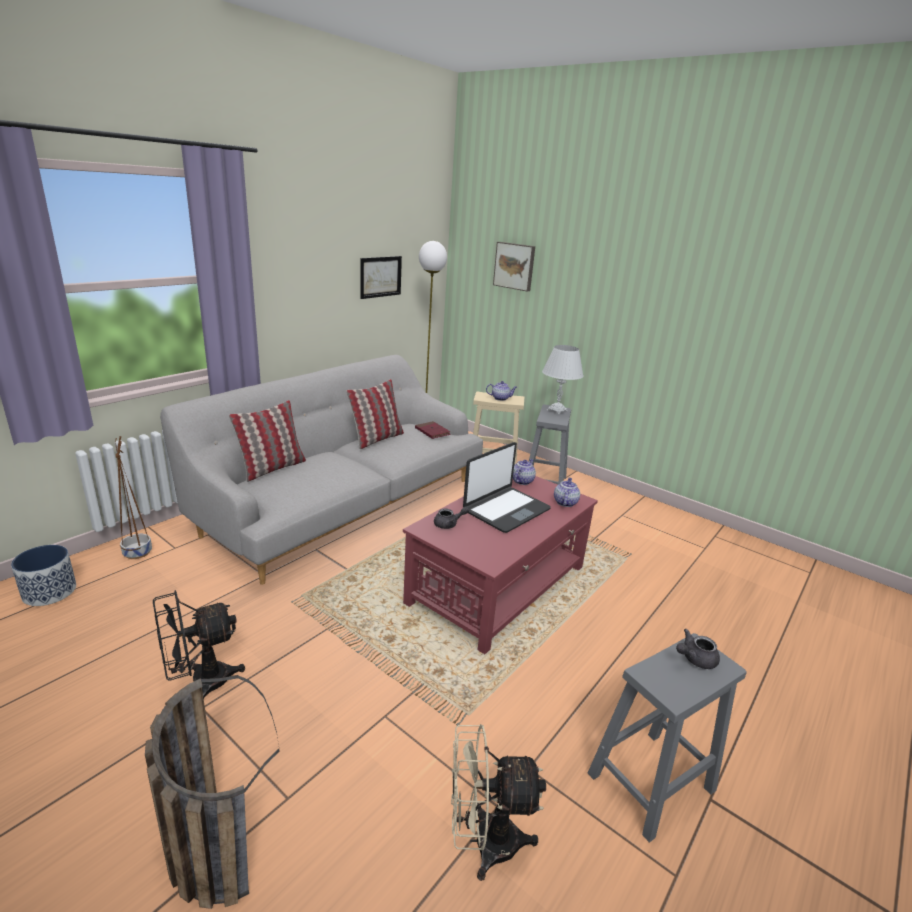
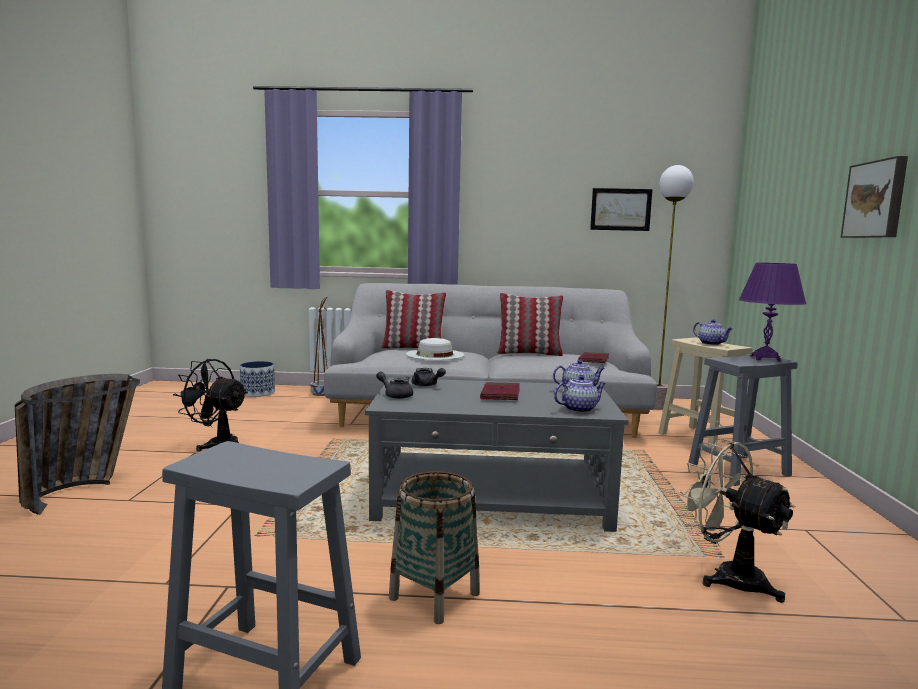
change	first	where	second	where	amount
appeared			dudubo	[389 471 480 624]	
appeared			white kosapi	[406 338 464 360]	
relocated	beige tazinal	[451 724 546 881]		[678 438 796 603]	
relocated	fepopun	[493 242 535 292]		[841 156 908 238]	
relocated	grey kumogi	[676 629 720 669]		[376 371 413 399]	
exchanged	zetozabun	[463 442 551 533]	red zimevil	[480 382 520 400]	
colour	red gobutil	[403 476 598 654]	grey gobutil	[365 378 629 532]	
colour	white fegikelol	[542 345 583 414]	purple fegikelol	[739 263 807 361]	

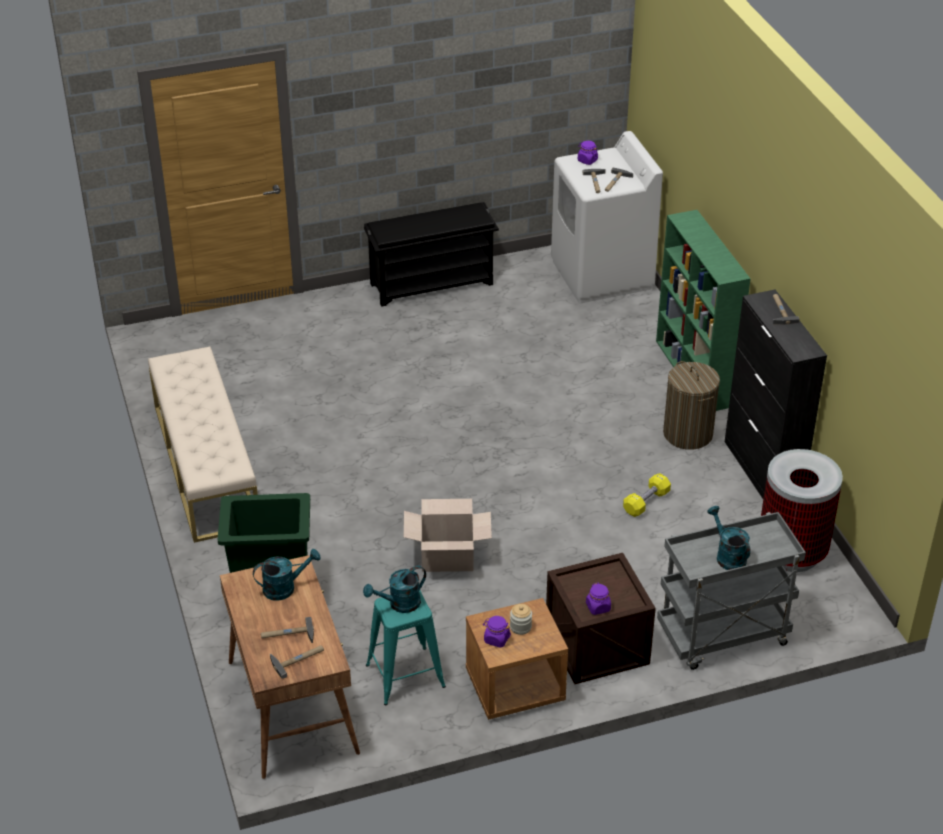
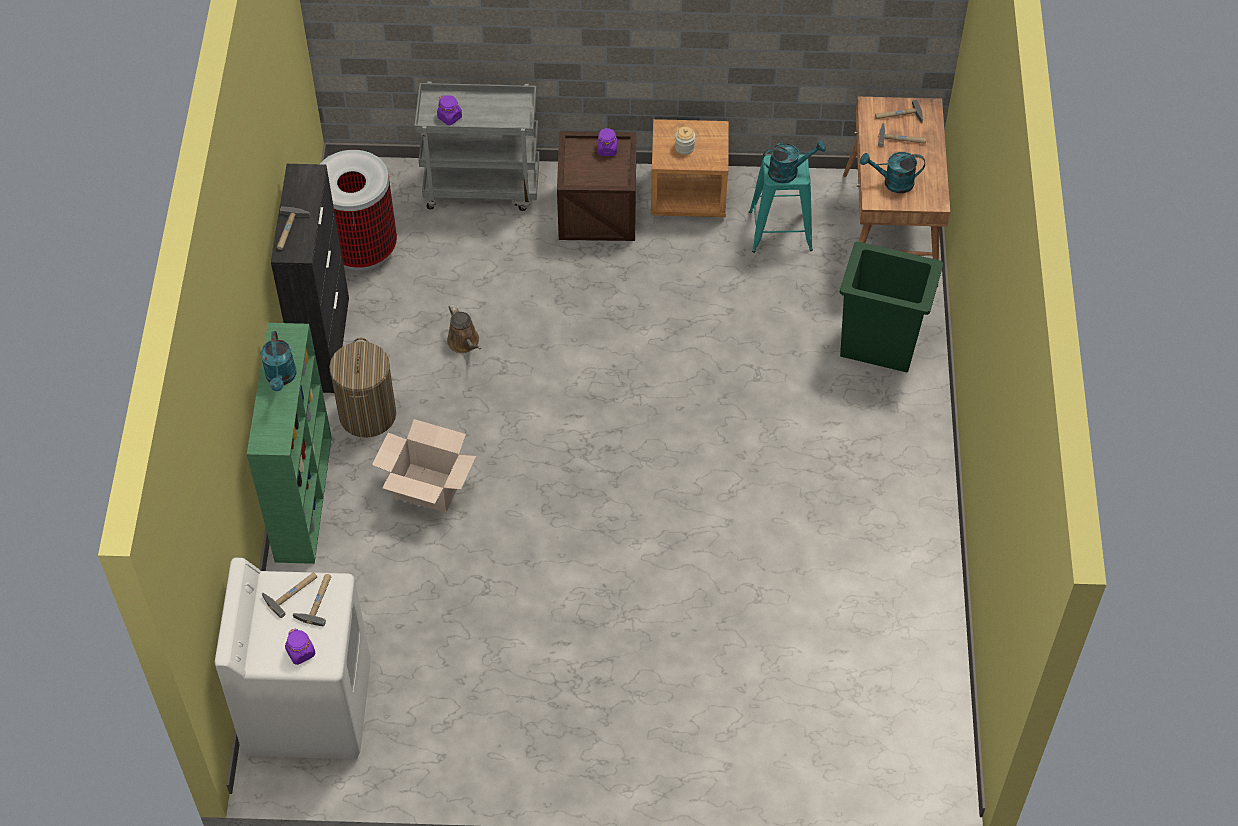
change	first	where	second	where	amount
missing	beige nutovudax	[148 347 258 543]			
missing	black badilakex	[364 202 499 307]			
relocated	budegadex	[404 499 492 572]		[372 419 476 513]	
relocated	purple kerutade	[484 616 511 648]		[437 95 462 125]	
relocated	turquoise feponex	[708 506 750 570]		[261 331 296 391]	
exchanged	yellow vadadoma	[623 473 671 517]	brown feponex	[447 304 481 353]	

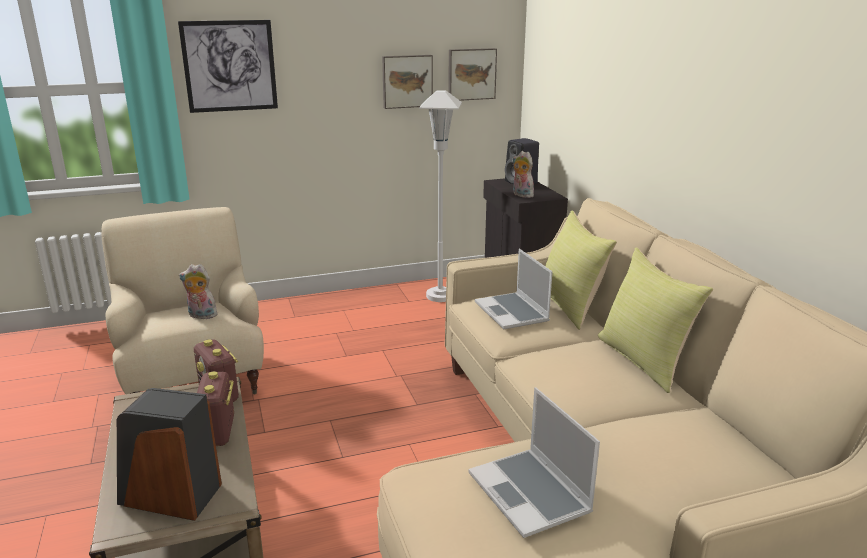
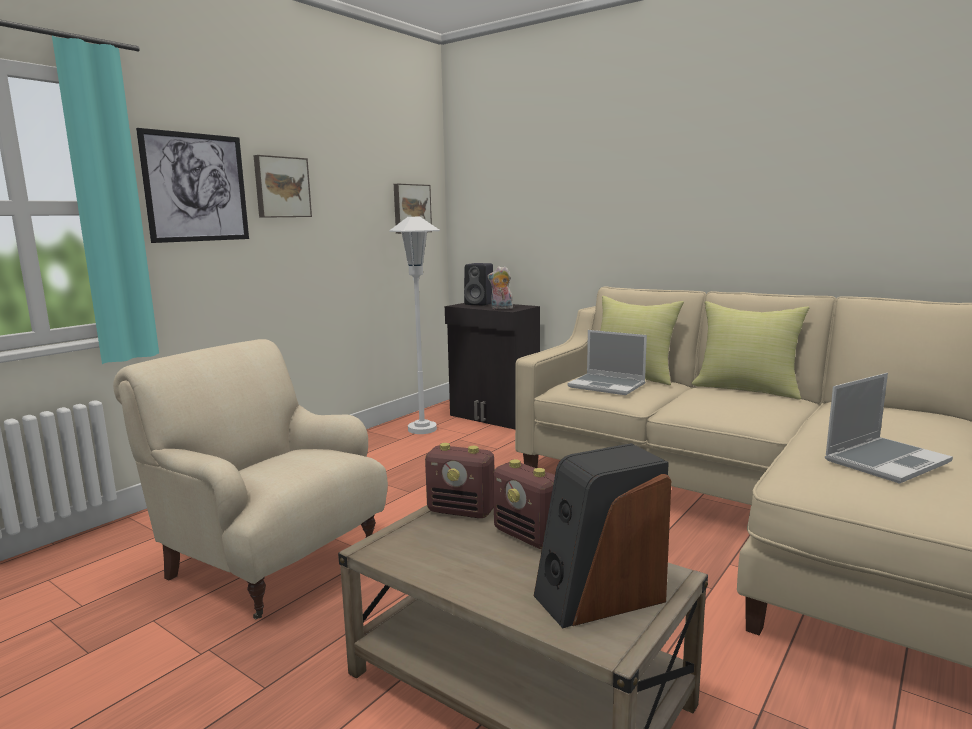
change	first	where	second	where	amount
missing	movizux	[179 264 218 319]			
relocated	fepopun	[382 55 433 109]		[253 155 312 218]	
spun	zetozabun	[468 387 600 538]		[825 373 953 484]	60 degrees counterclockwise

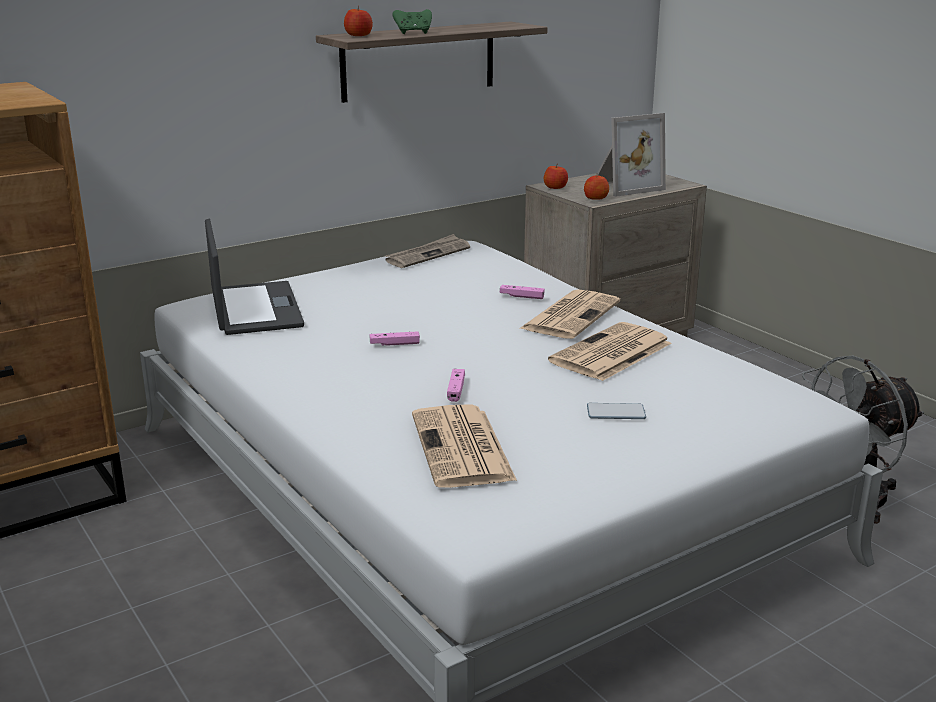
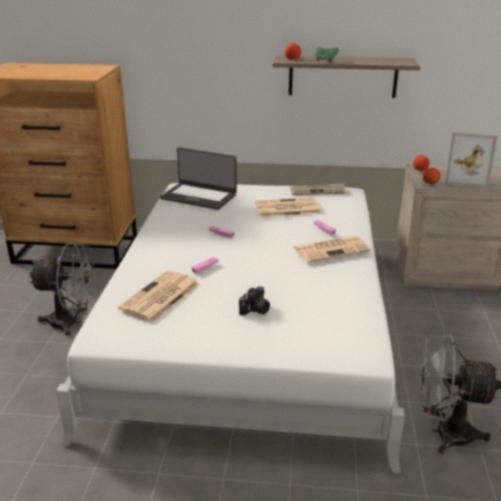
change	first	where	second	where	amount
appeared			grey tazinal	[29 242 96 336]	
relocated	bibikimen	[548 322 672 381]		[255 198 321 217]	
exchanged	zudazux	[587 403 646 419]	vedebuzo	[239 286 270 316]	
spun	zetozabun	[205 219 304 335]		[160 147 237 210]	90 degrees clockwise

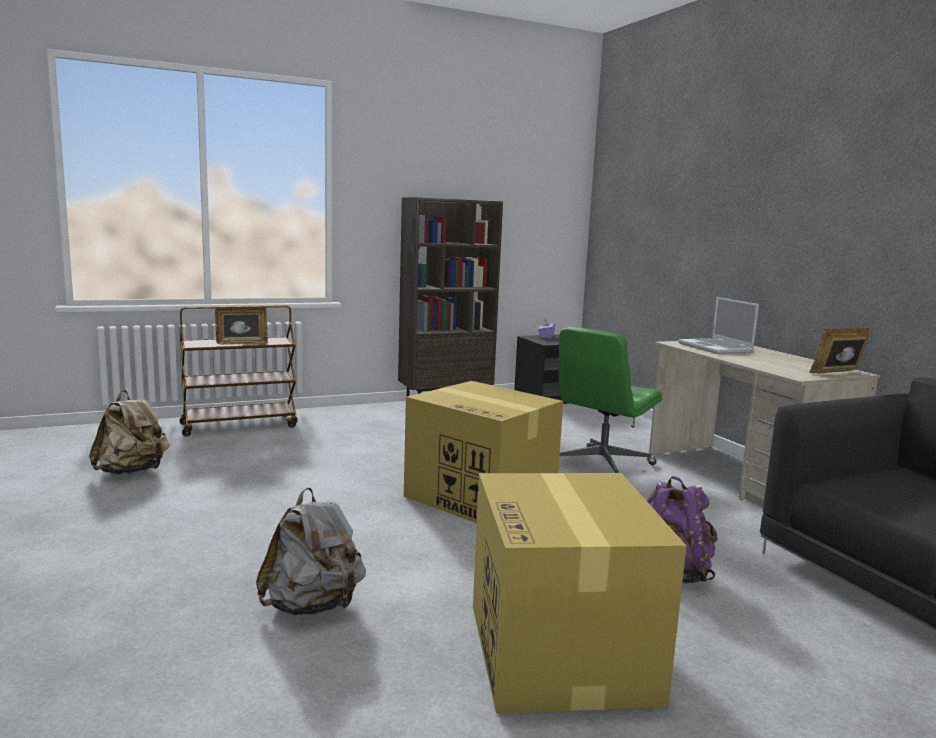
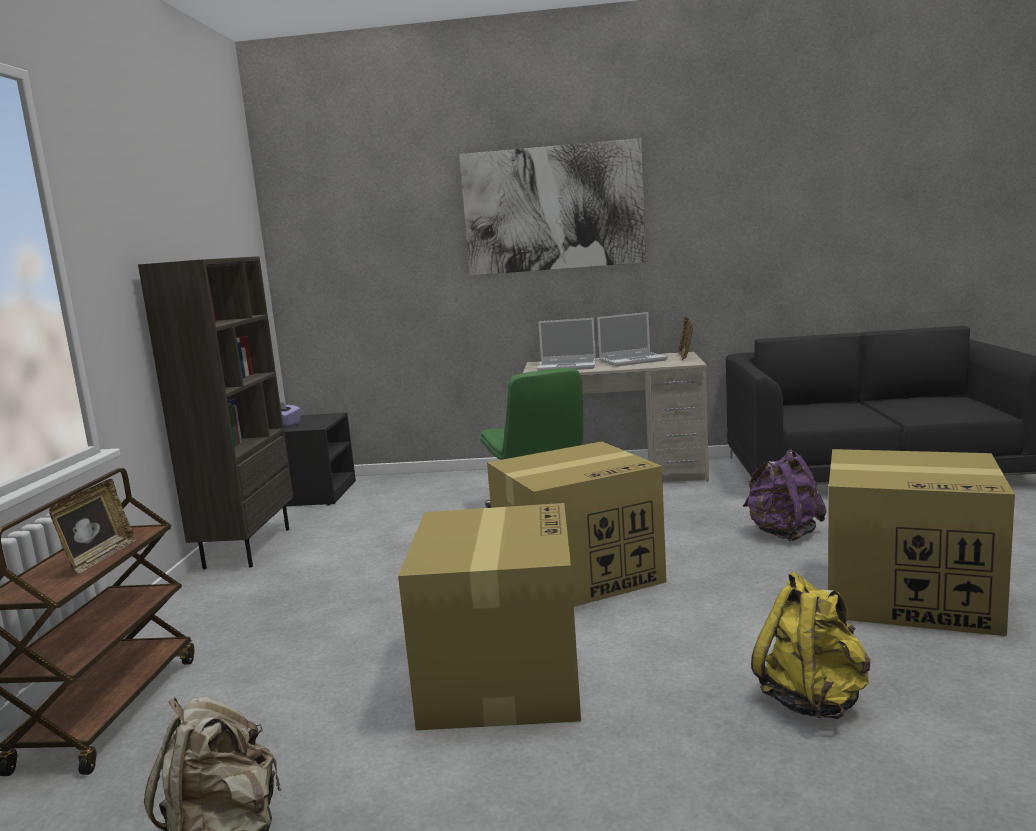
change	first	where	second	where	amount
appeared			budegadex	[398 503 581 731]	
appeared			fepopun	[459 138 646 275]	
appeared			zetozabun	[597 312 668 366]	
colour	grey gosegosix	[256 488 366 615]	yellow gosegosix	[751 571 871 719]	

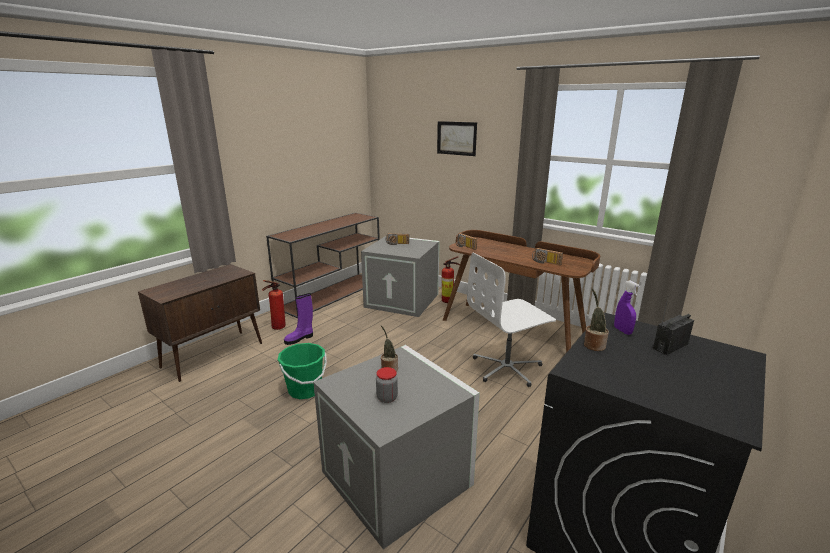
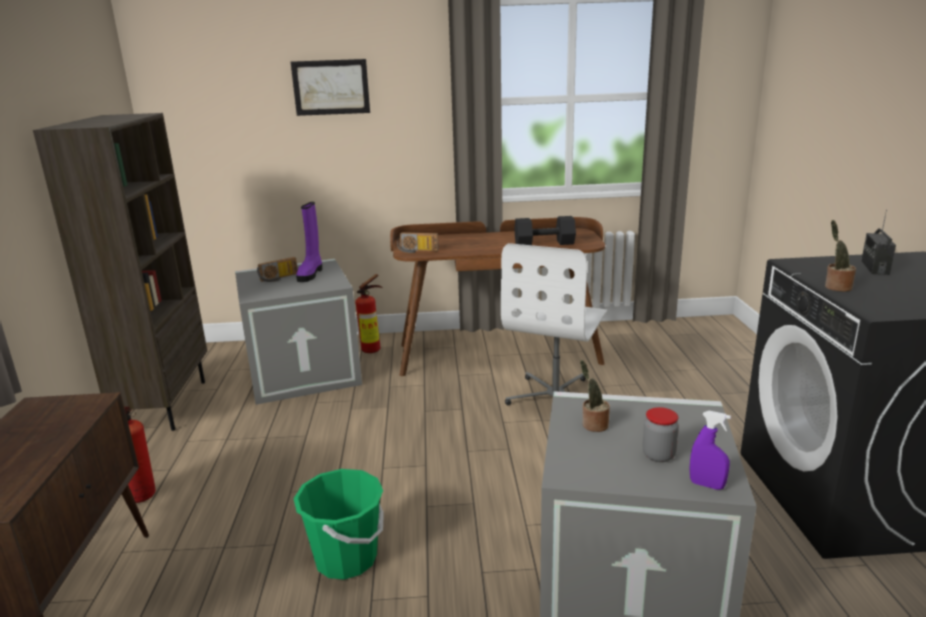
change	first	where	second	where	amount
relocated	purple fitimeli	[284 293 313 345]		[296 202 322 282]	
relocated	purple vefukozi	[614 280 640 335]		[690 411 731 490]	
exchanged	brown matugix	[266 213 380 318]	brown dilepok	[33 113 207 431]	
exchanged	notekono	[532 248 563 265]	black vadadoma	[514 216 576 245]	

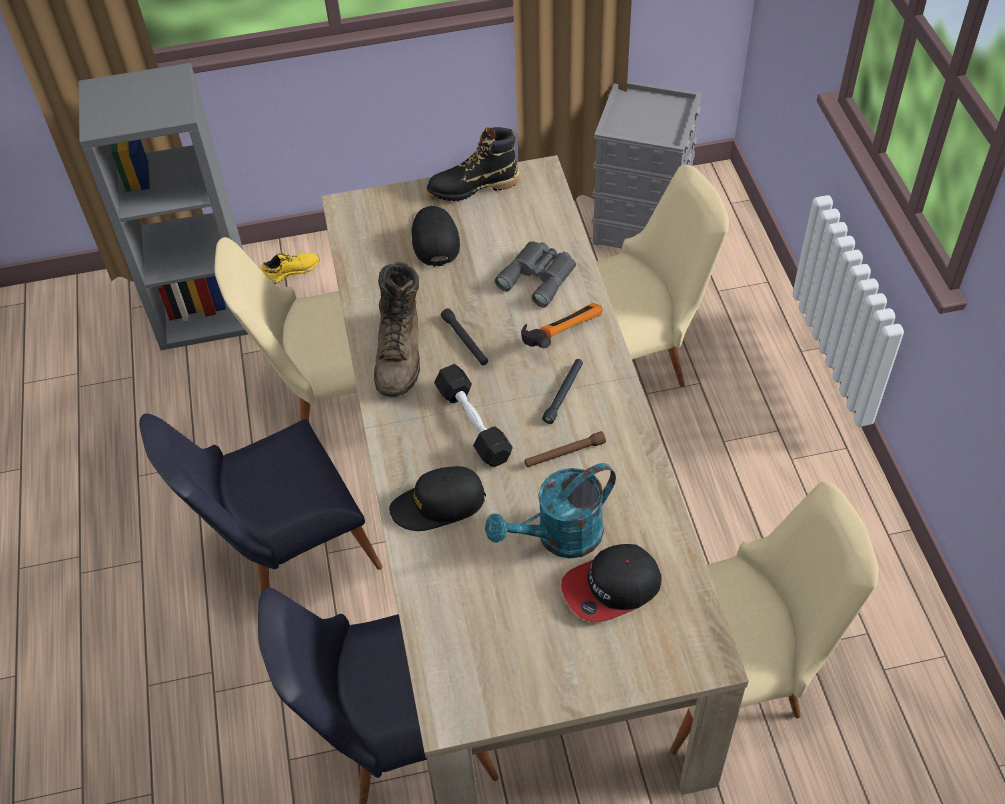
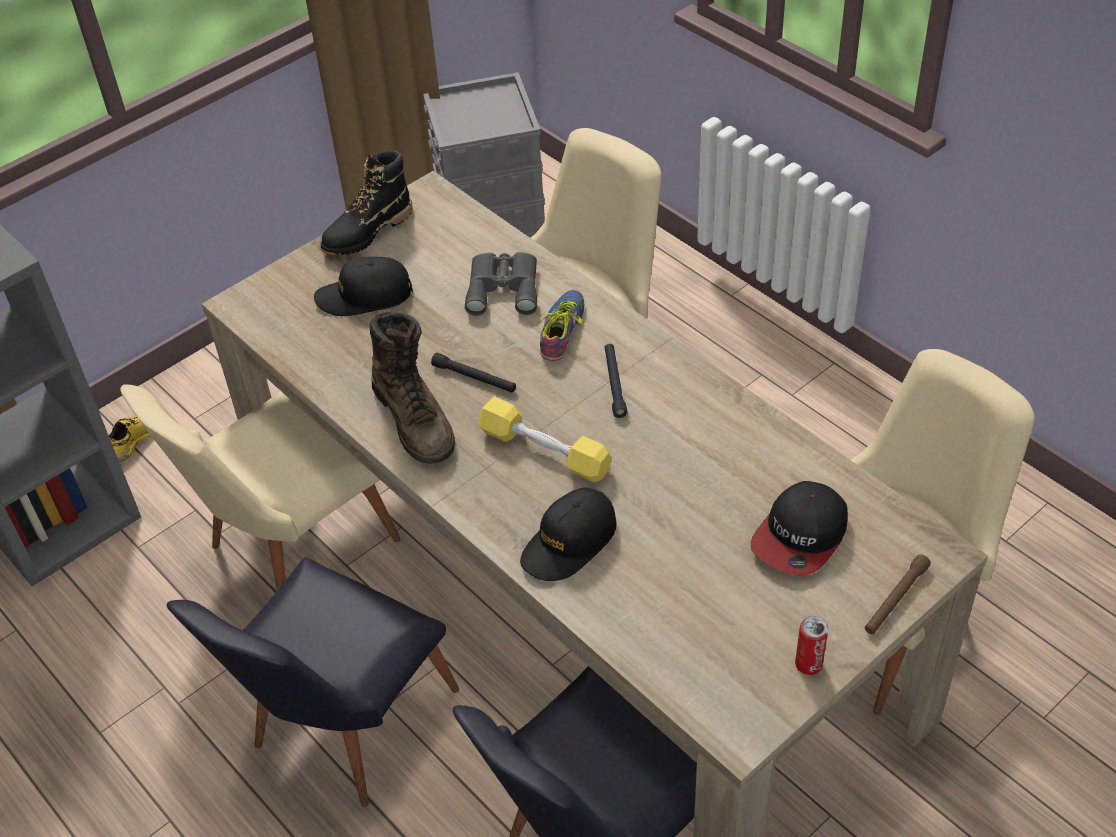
change	first	where	second	where	amount
missing	turquoise feponex	[485 463 616 559]			
appeared			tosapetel	[795 616 828 675]	
relocated	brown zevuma	[524 431 606 467]		[865 554 931 634]	
exchanged	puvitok	[521 303 603 348]	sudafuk	[537 290 584 361]	
colour	black vadadoma	[434 364 512 467]	yellow vadadoma	[479 396 612 482]	
spun	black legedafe	[412 206 460 267]		[314 257 413 316]	60 degrees counterclockwise

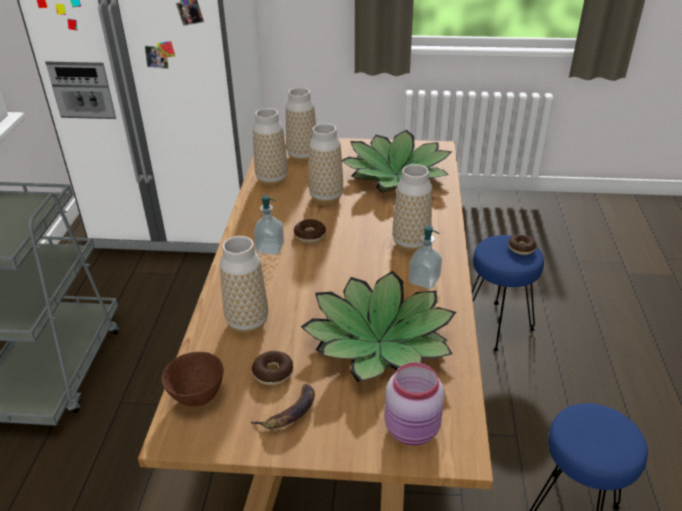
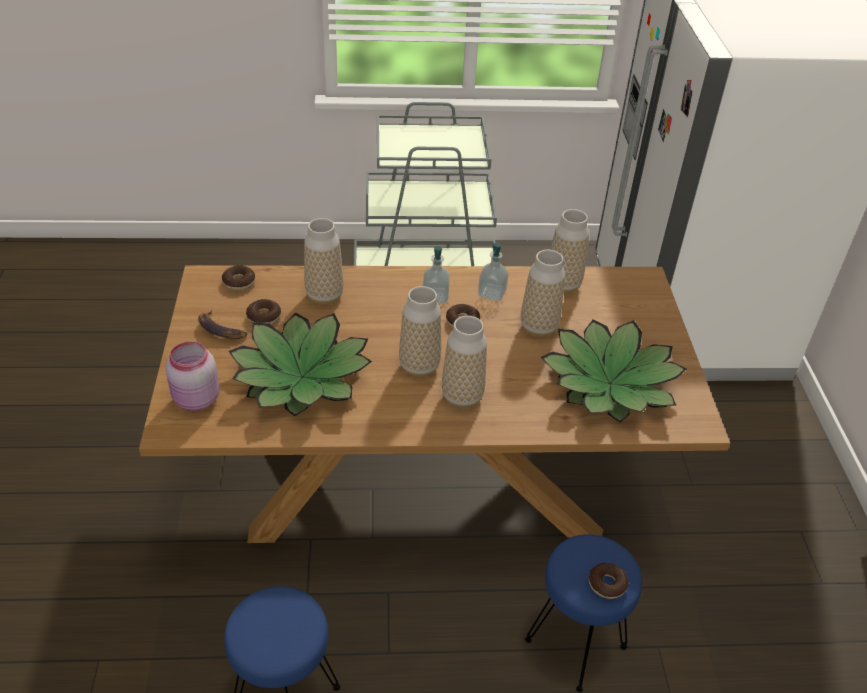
change	first	where	second	where	amount
relocated	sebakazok	[286 87 316 162]		[399 286 441 377]	
relocated	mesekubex	[409 225 442 289]		[478 243 509 301]	
exchanged	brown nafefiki	[162 352 224 406]	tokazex	[222 265 255 290]	

